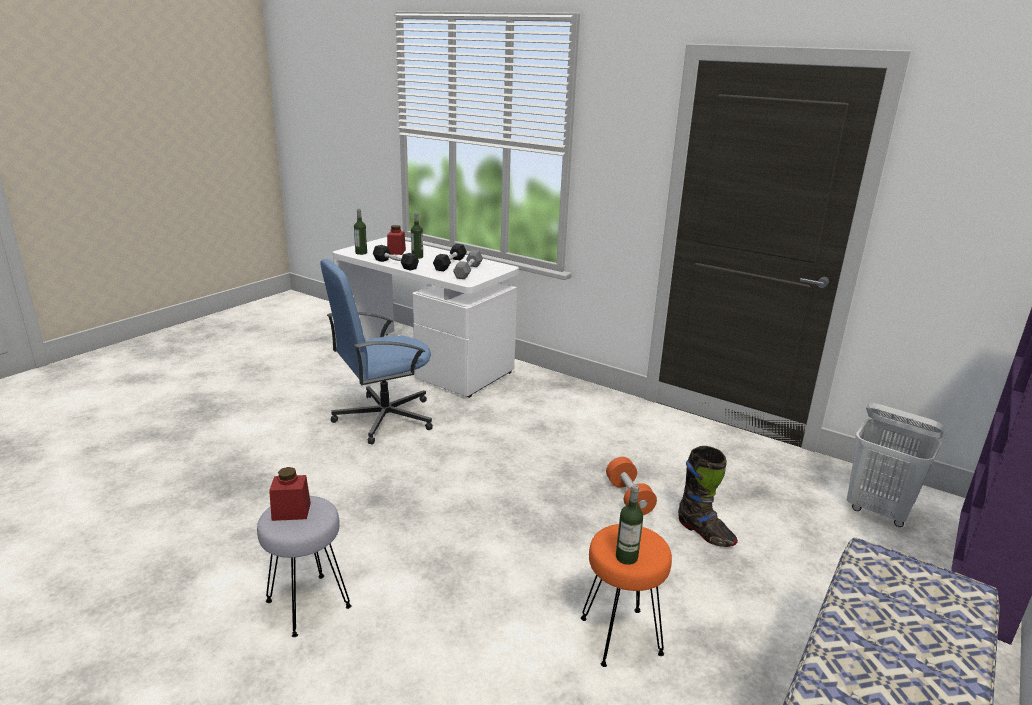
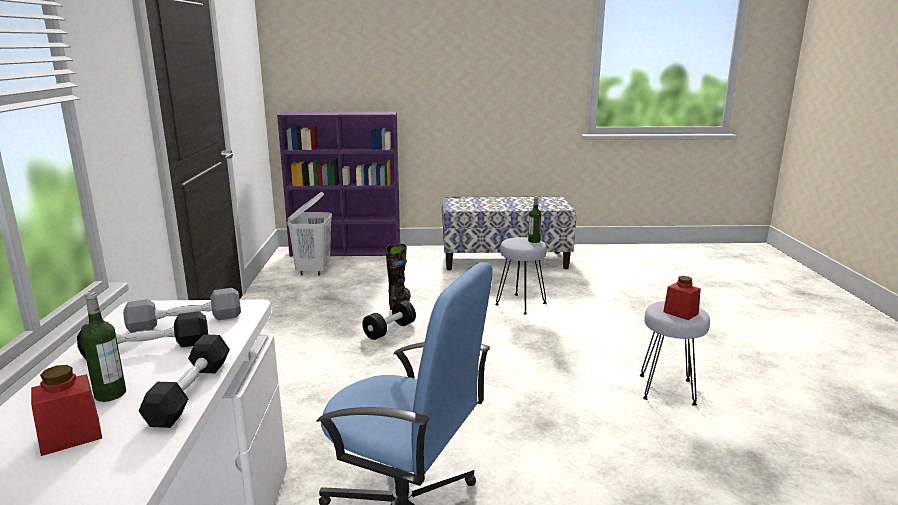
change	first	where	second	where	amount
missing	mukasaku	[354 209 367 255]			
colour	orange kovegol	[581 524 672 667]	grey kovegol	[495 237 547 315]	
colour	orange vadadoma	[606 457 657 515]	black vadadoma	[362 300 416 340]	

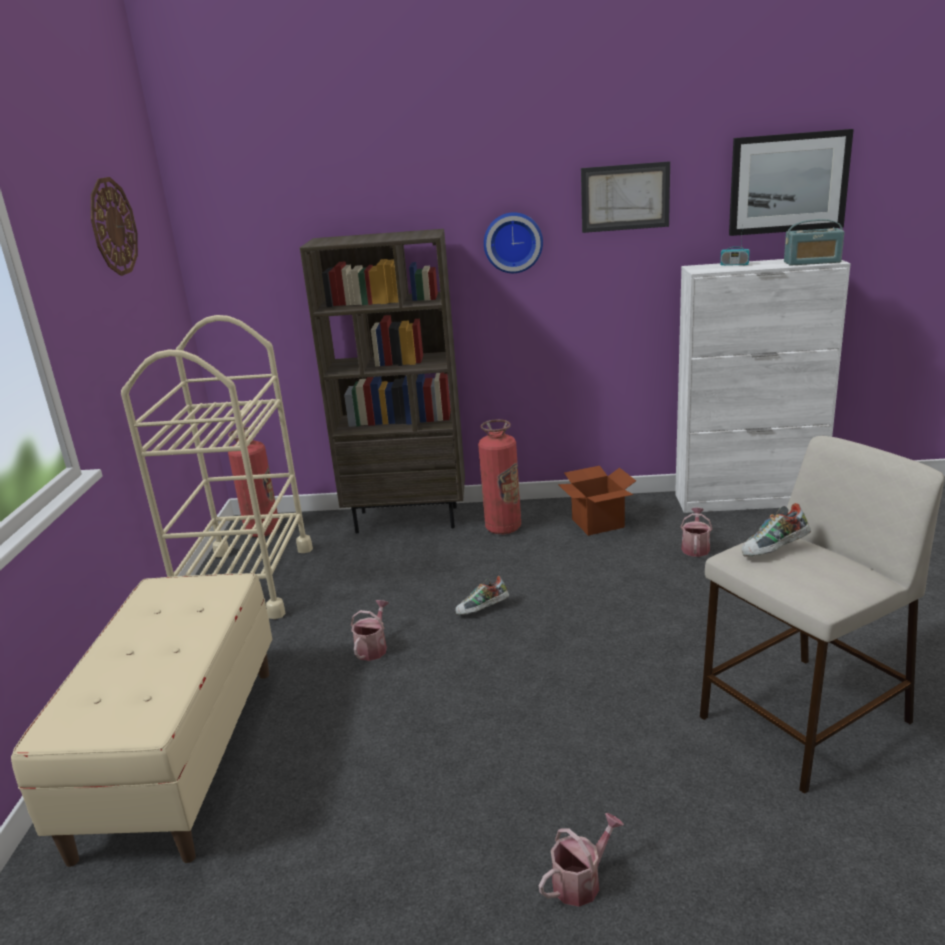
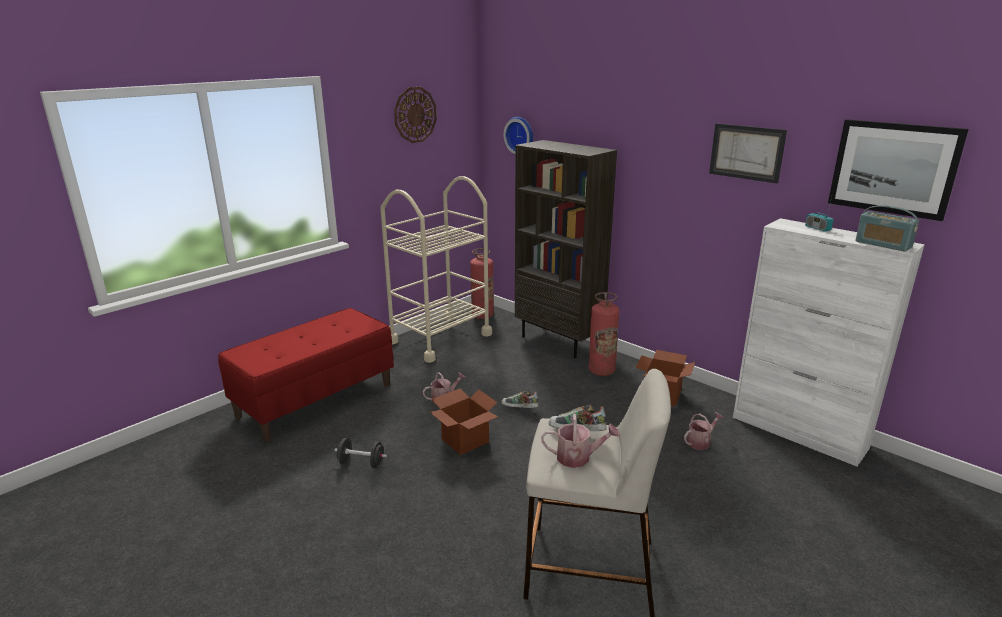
change	first	where	second	where	amount
appeared			black vadadoma	[334 438 387 468]	
appeared			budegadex	[430 388 499 455]	
relocated	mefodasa	[484 212 543 273]		[503 117 533 154]	
relocated	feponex	[539 813 624 907]		[541 414 620 468]	
colour	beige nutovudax	[11 573 272 867]	red nutovudax	[218 308 394 442]	

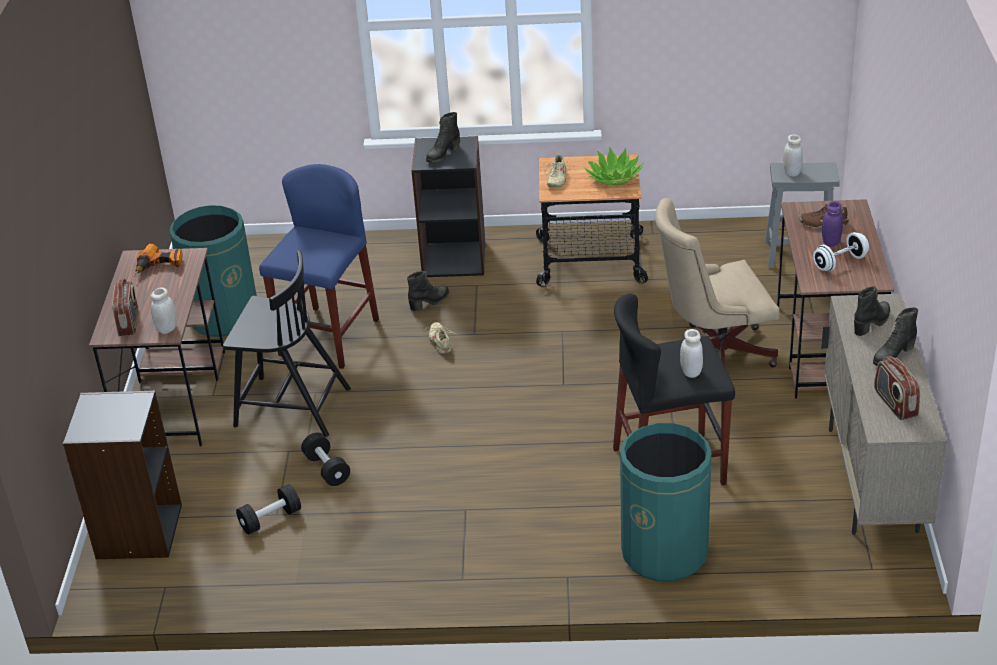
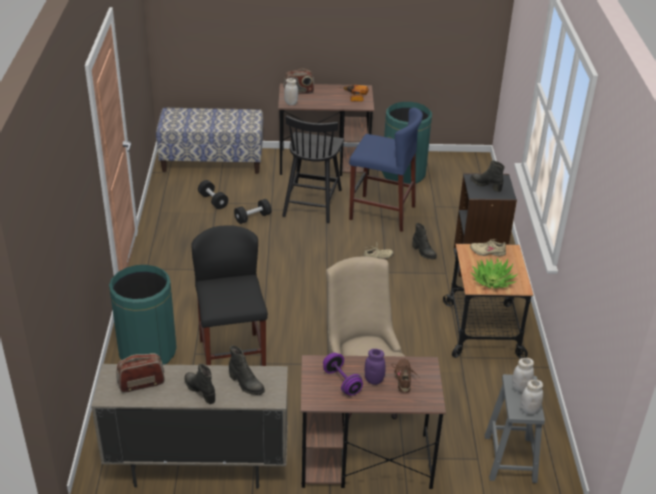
change	first	where	second	where	amount
relocated	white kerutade	[680 329 703 378]		[520 380 543 415]	
exchanged	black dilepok	[63 391 182 559]	nutovudax	[156 108 263 174]	
colour	white vadadoma	[813 232 869 271]	purple vadadoma	[323 353 363 395]	

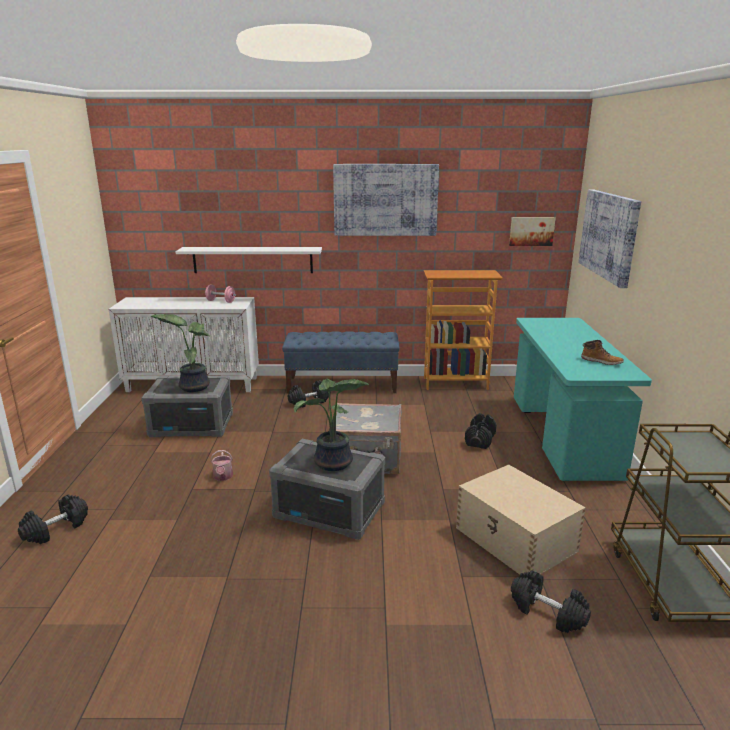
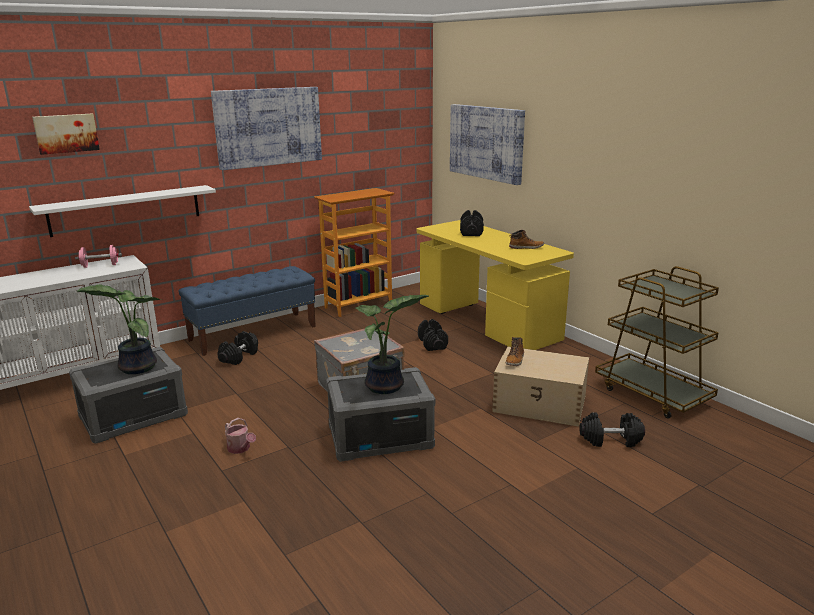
change	first	where	second	where	amount
appeared			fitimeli	[506 337 524 366]	
relocated	black vadadoma	[18 494 88 544]		[460 210 484 236]	
relocated	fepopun	[509 217 555 246]		[32 114 100 155]	
colour	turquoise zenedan	[514 318 652 481]	yellow zenedan	[417 220 574 350]	

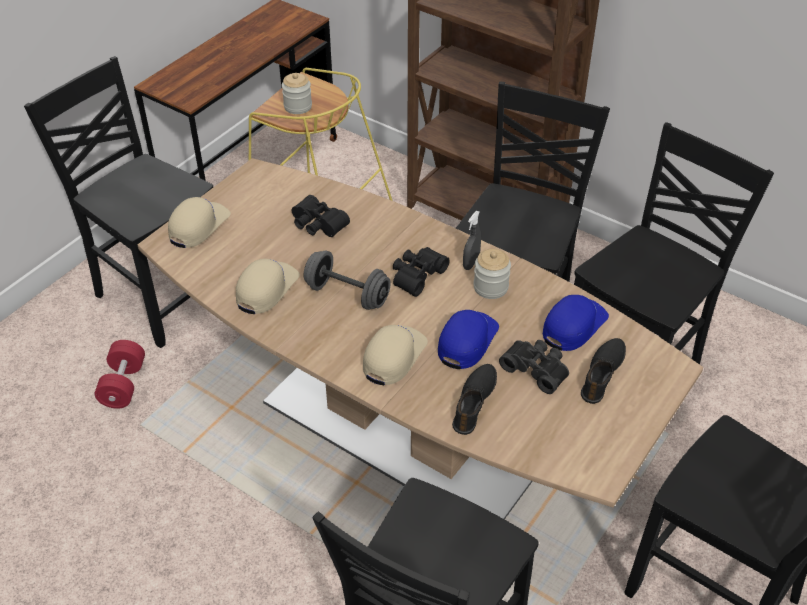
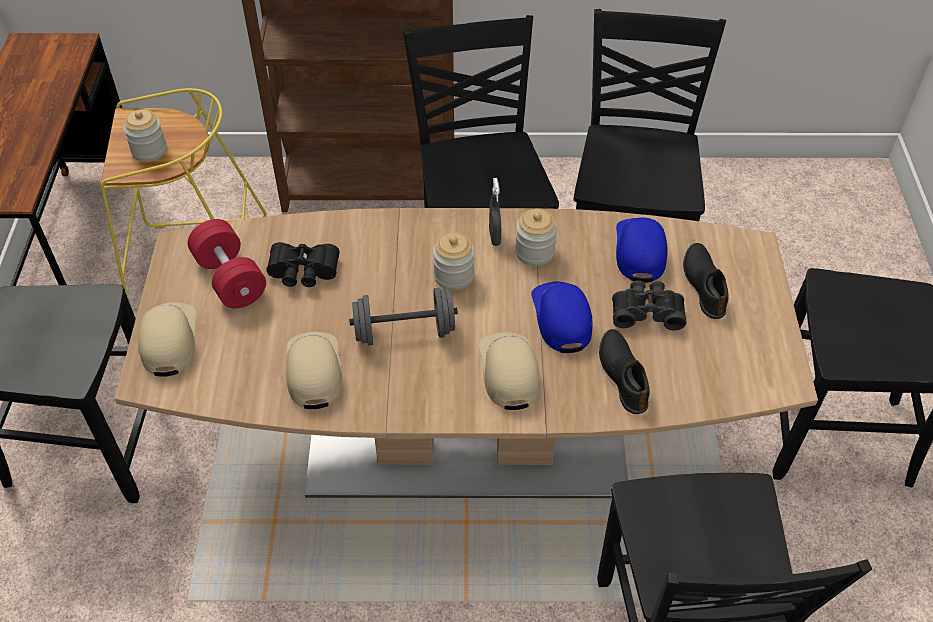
change	first	where	second	where	amount
relocated	red vadadoma	[95 340 145 409]		[188 219 266 308]	
exchanged	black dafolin	[393 247 450 297]	kerutade	[433 232 475 290]	

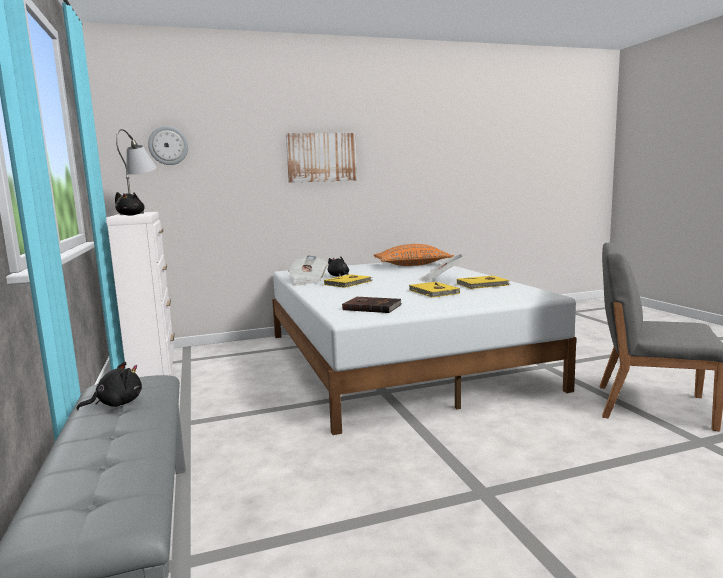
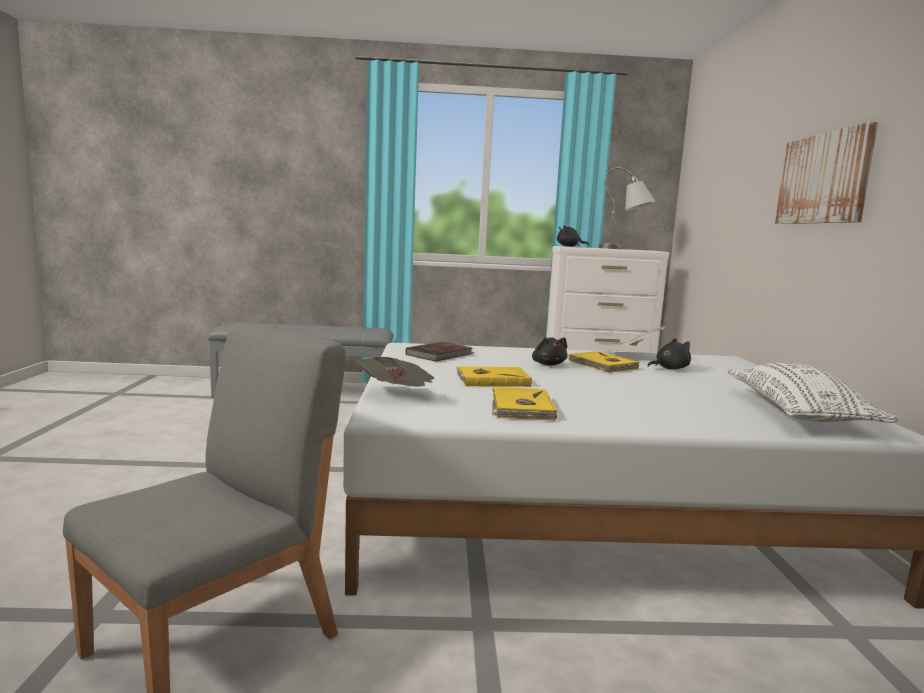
change	first	where	second	where	amount
missing	mefodasa	[148 126 188 165]			
relocated	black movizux	[76 362 142 411]		[532 337 567 366]	
relocated	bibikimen	[418 254 464 281]		[353 357 434 387]	
colour	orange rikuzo	[374 244 454 266]	white rikuzo	[727 363 899 423]	

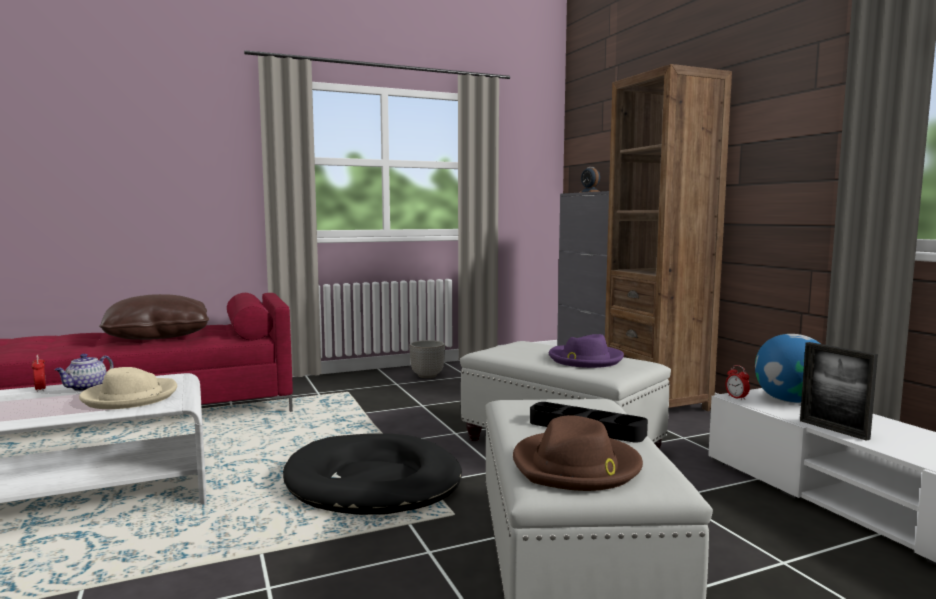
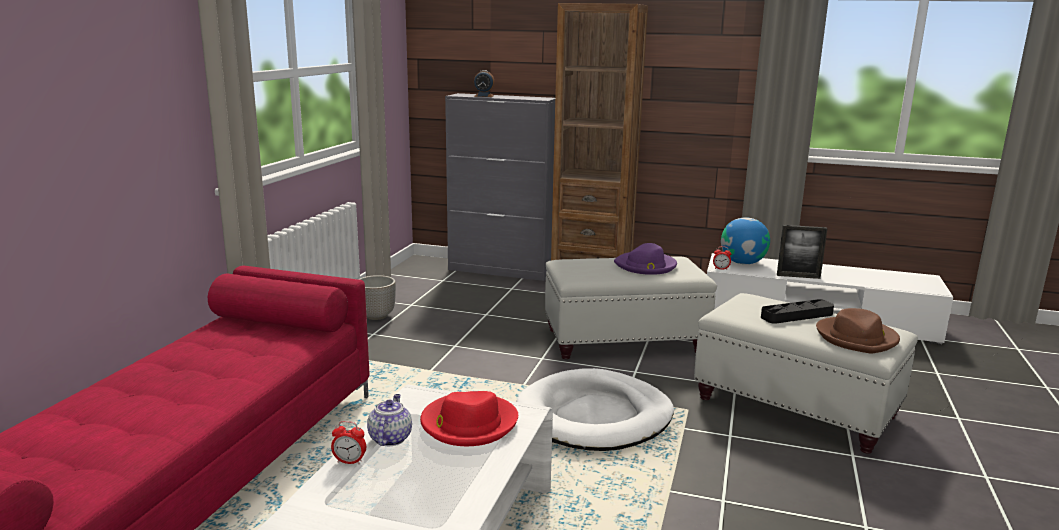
change	first	where	second	where	amount
missing	brown rikuzo	[99 294 209 340]			
colour	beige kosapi	[79 367 177 409]	red kosapi	[420 391 518 446]	
colour	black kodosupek	[283 433 462 515]	white kodosupek	[516 368 674 451]	
spun	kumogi	[55 354 114 391]		[367 394 412 446]	150 degrees counterclockwise

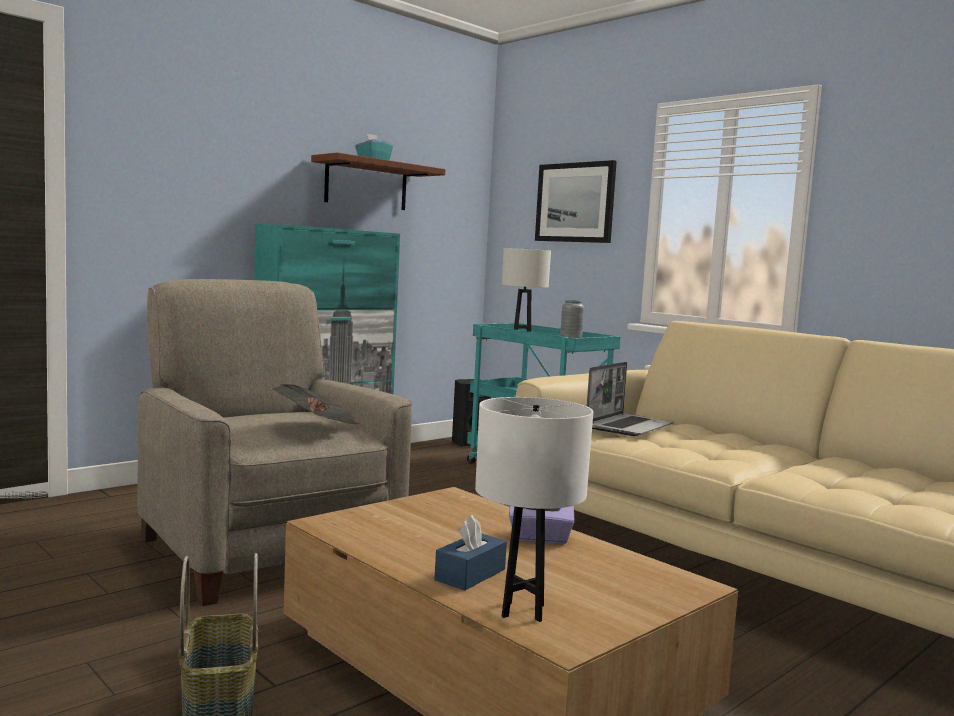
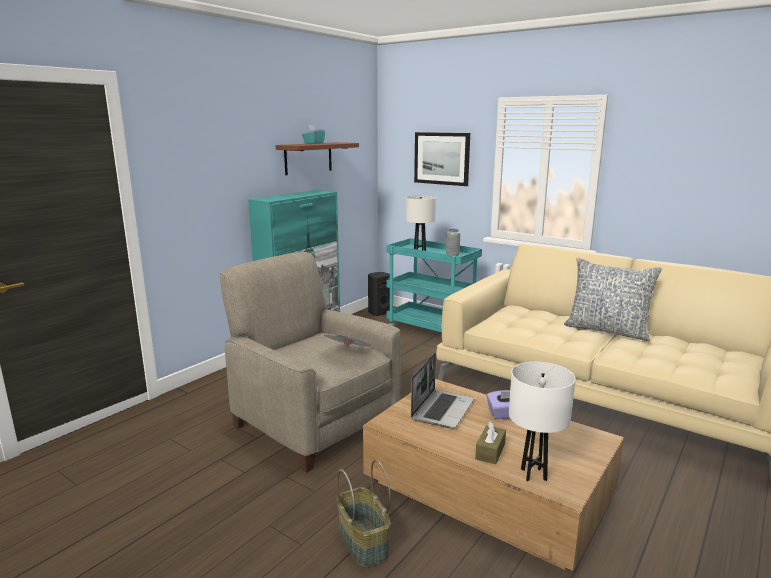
change	first	where	second	where	amount
appeared			rikuzo	[564 257 662 341]	
relocated	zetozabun	[587 362 674 436]		[411 353 474 428]	
colour	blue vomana	[435 515 507 590]	brown vomana	[475 421 506 464]	

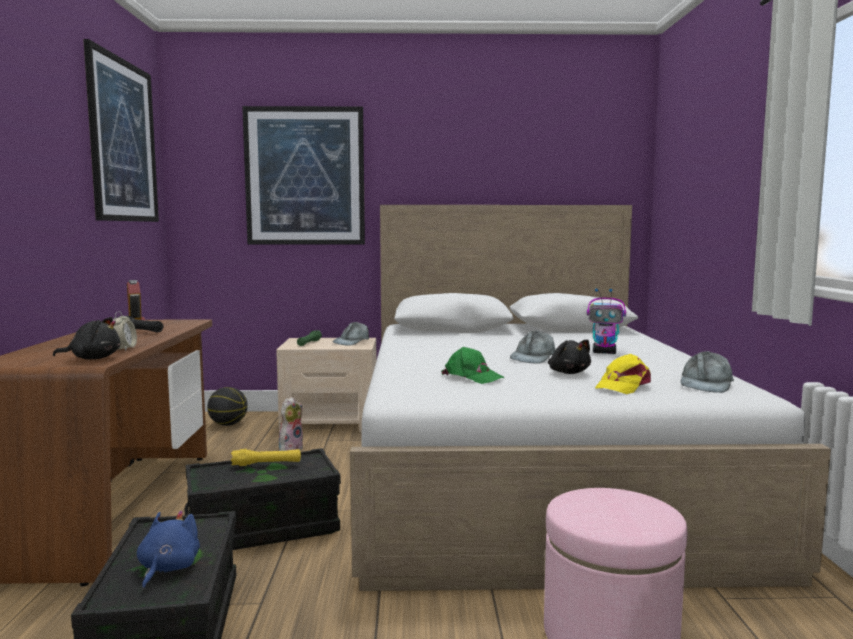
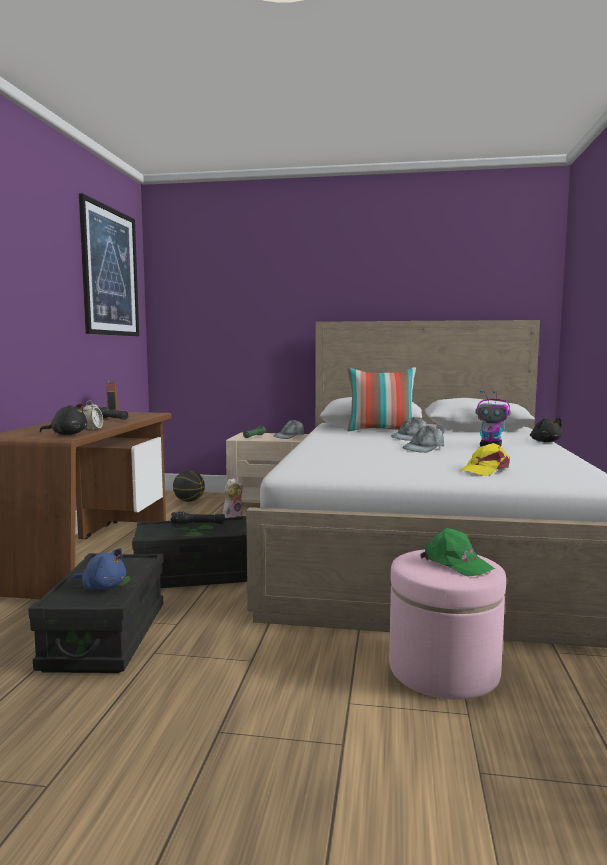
change	first	where	second	where	amount
missing	fepopun	[242 106 365 245]			
appeared			rikuzo	[347 367 416 432]	
relocated	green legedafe	[441 347 505 384]		[420 528 495 577]	
relocated	black movizux	[548 339 591 374]		[530 418 563 442]	
relocated	grey legedafe	[681 351 734 393]		[391 417 427 441]	
colour	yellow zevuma	[231 449 301 466]	black zevuma	[170 511 225 525]	
spun	blue movizux	[137 511 200 589]		[72 548 126 590]	90 degrees clockwise

